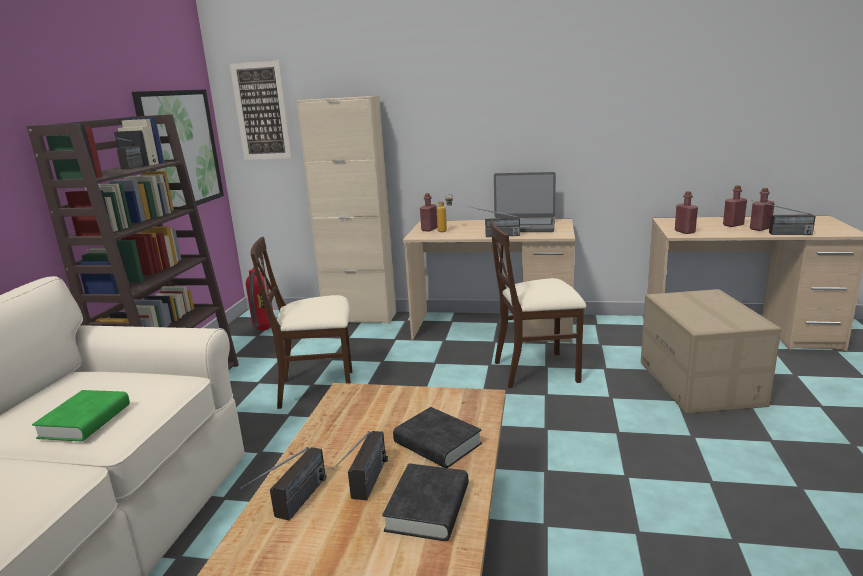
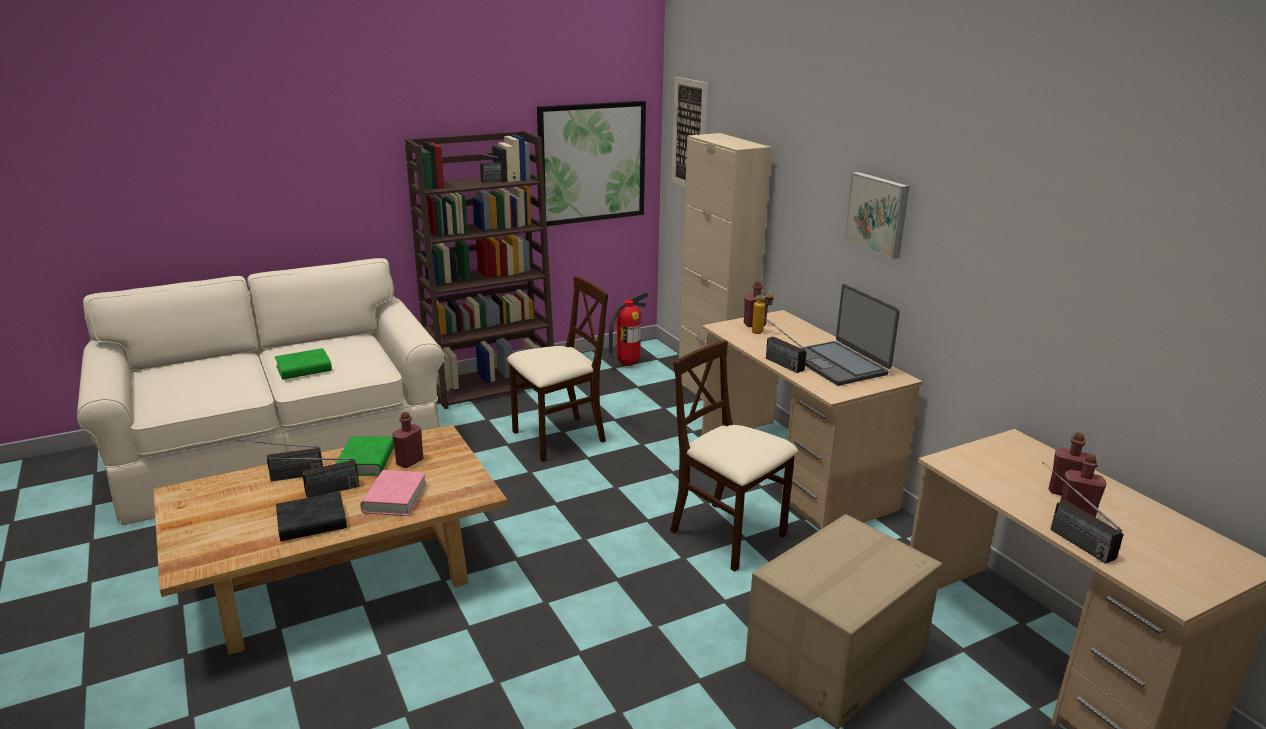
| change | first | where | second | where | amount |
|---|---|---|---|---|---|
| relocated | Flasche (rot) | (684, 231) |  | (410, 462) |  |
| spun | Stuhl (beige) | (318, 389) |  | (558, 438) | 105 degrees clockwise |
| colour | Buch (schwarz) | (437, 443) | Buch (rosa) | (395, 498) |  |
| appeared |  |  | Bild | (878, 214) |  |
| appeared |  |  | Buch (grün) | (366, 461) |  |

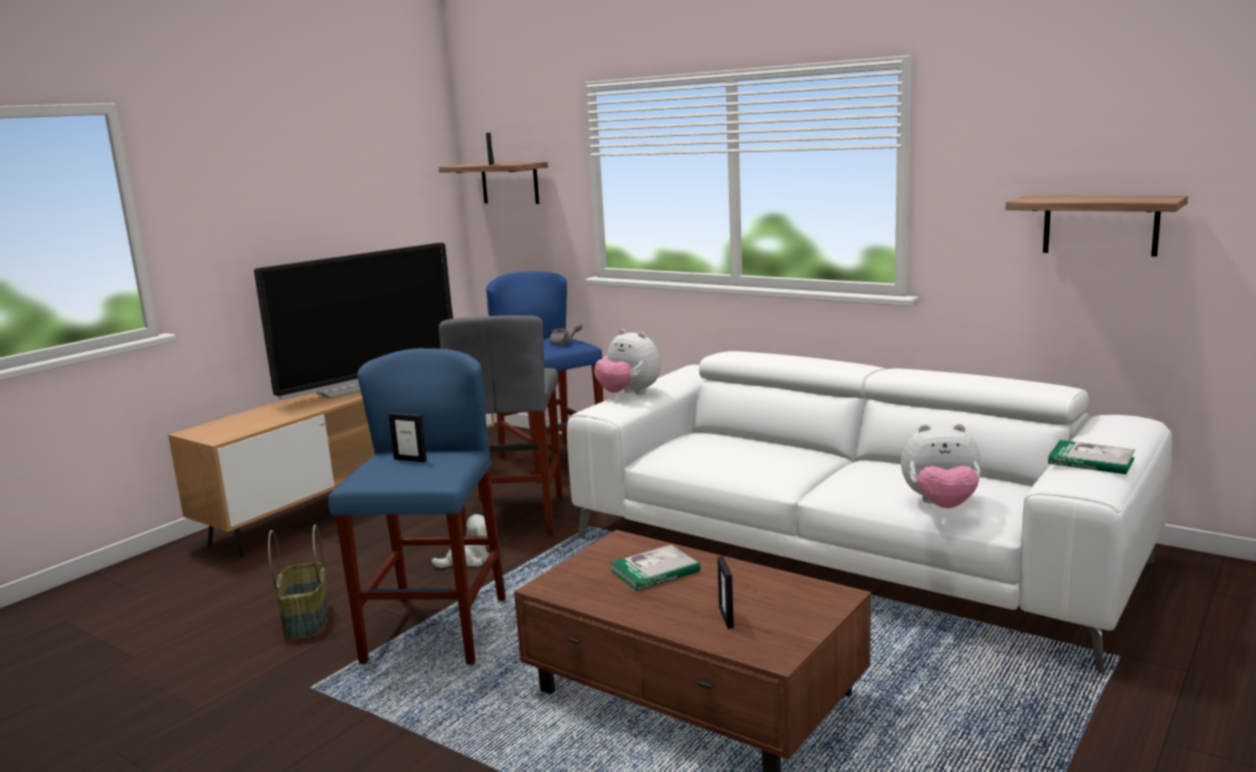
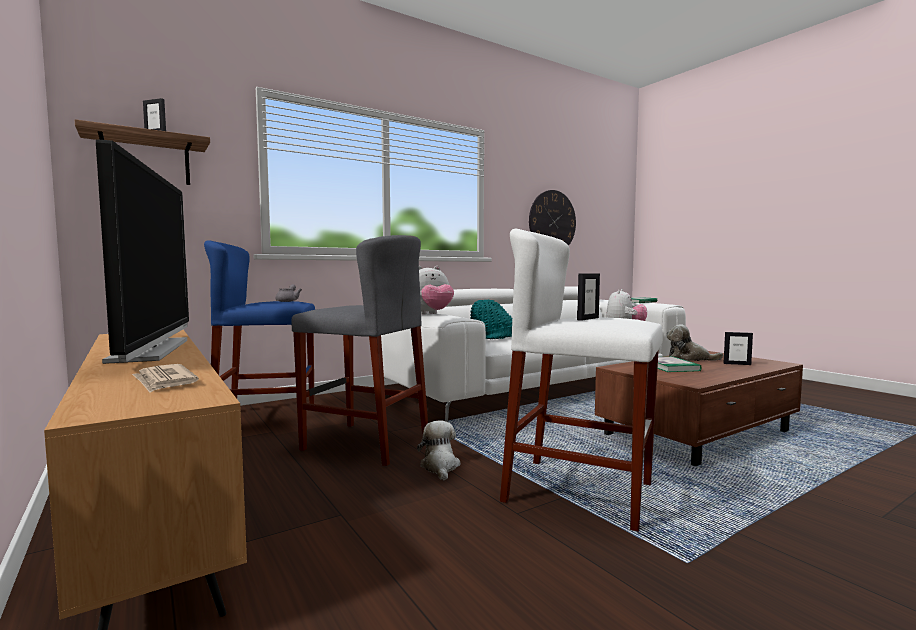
| change | first | where | second | where | amount |
|---|---|---|---|---|---|
| exchanged | Wandregal | (1100, 225) | Wanduhr | (552, 222) |  |
| colour | Hocker (blau) | (436, 630) | Hocker (weiß) | (579, 492) |  |
| missing | Korb | (305, 619) |  |  |  |
| appeared |  |  | Hut (türkis) | (491, 337) |  |
| appeared |  |  | Plüschtier | (689, 358) |  |
| appeared |  |  | Zeitung | (164, 381) |  |

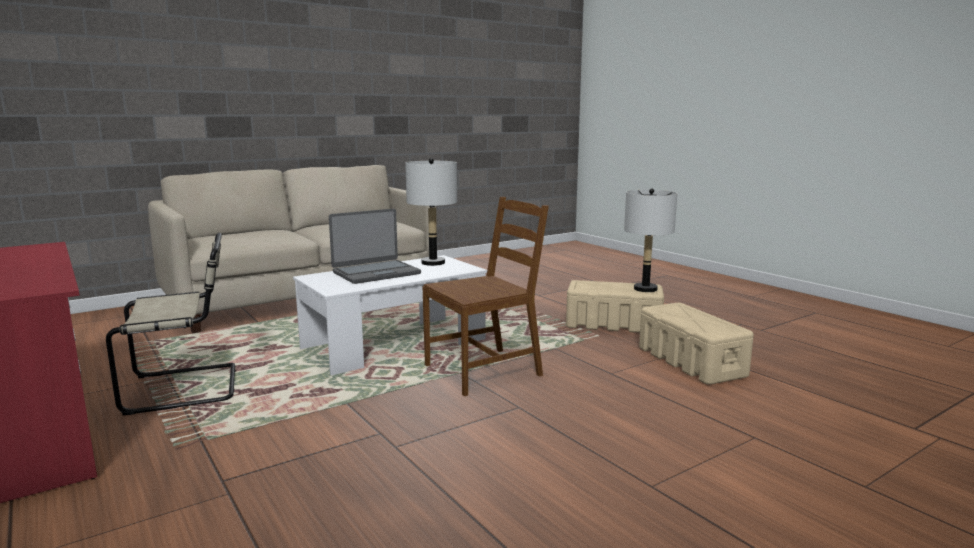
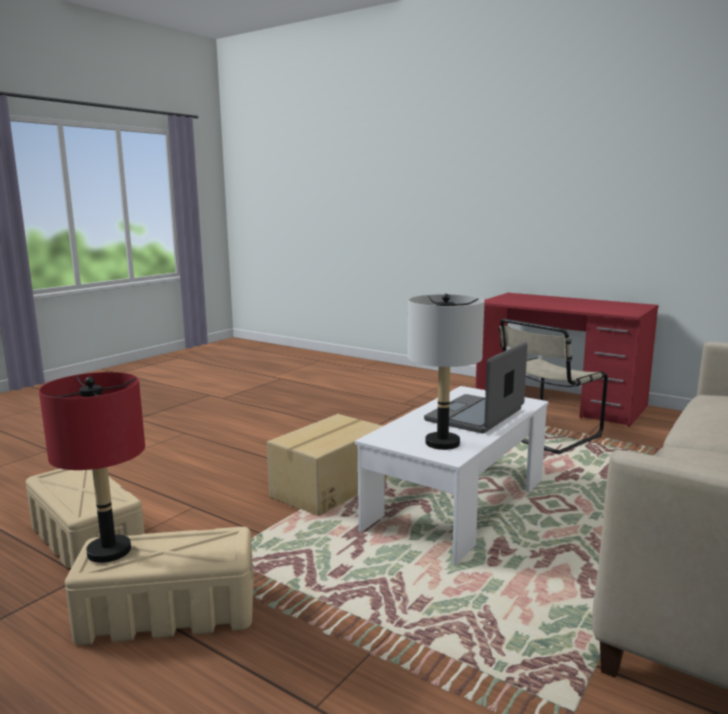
| change | first | where | second | where | amount |
|---|---|---|---|---|---|
| colour | Tischlampe (grau) | (645, 289) | Tischlampe (rot) | (108, 551) |  |
| exchanged | Stuhl (braun) | (484, 370) | Karton | (328, 488) |  |

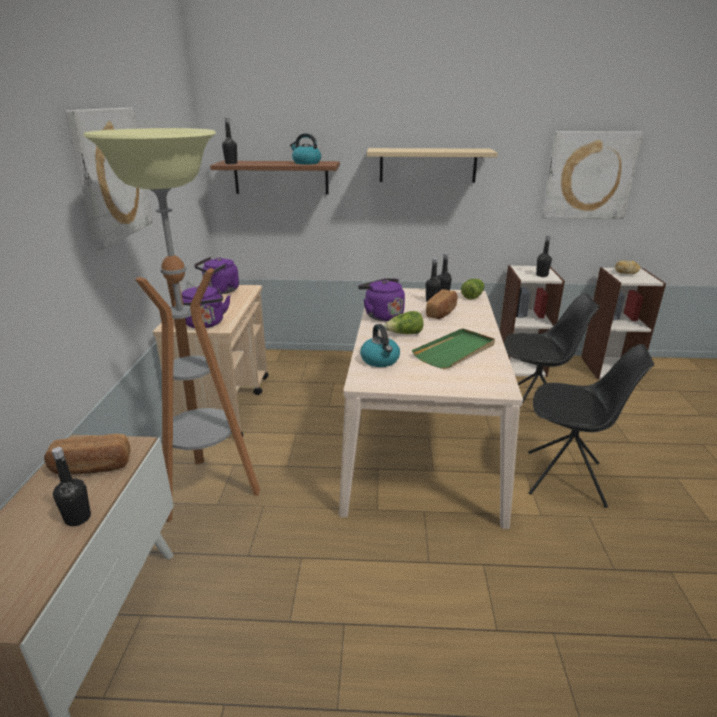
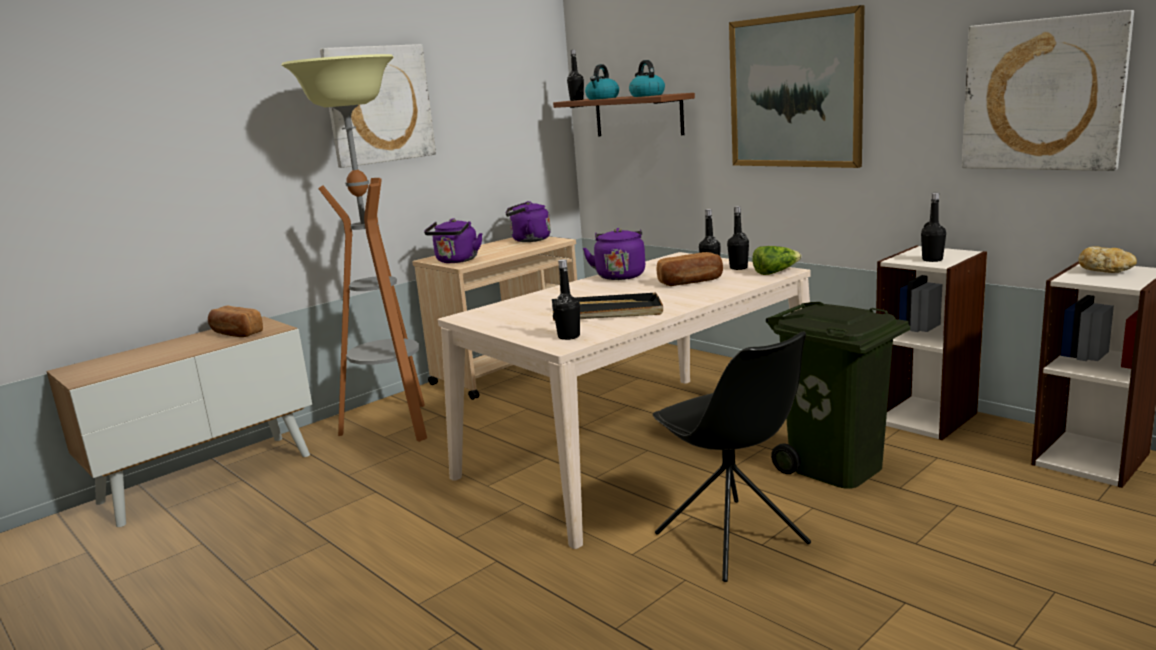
| change | first | where | second | where | amount |
|---|---|---|---|---|---|
| exchanged | Wandregal (beige) | (428, 165) | Bild | (795, 91) |  |
| exchanged | Stuhl (schwarz) | (534, 411) | Mülleimer (grün) | (834, 468) |  |
| missing | Salatkopf | (404, 334) |  |  |  |
| relocated | Wasserkessel | (380, 360) |  | (602, 98) |  |
| colour | Tablett (grün) | (455, 351) | Tablett (schwarz) | (606, 312) |  |
| relocated | Flasche (schwarz) | (78, 518) |  | (569, 336) |  |

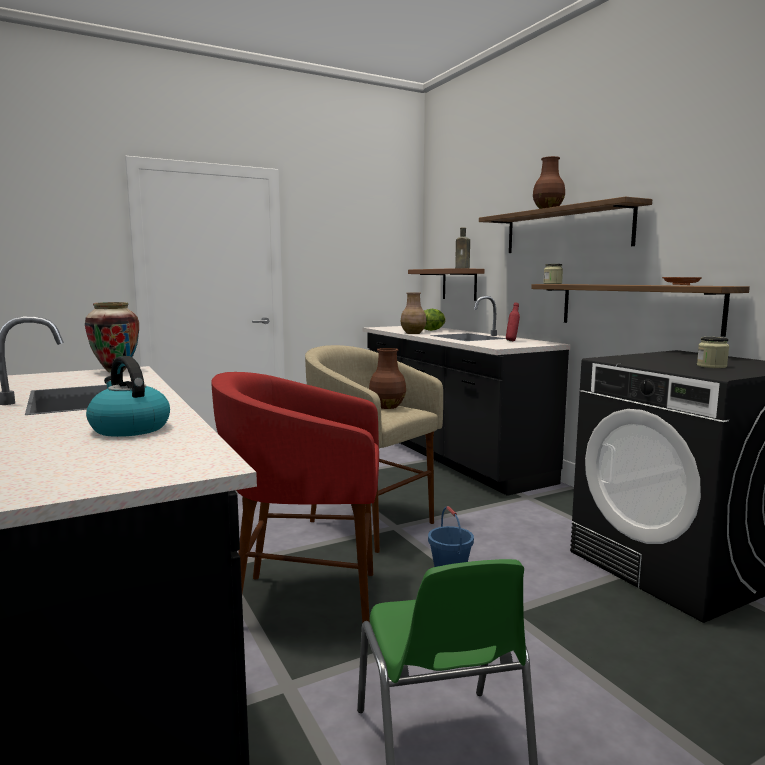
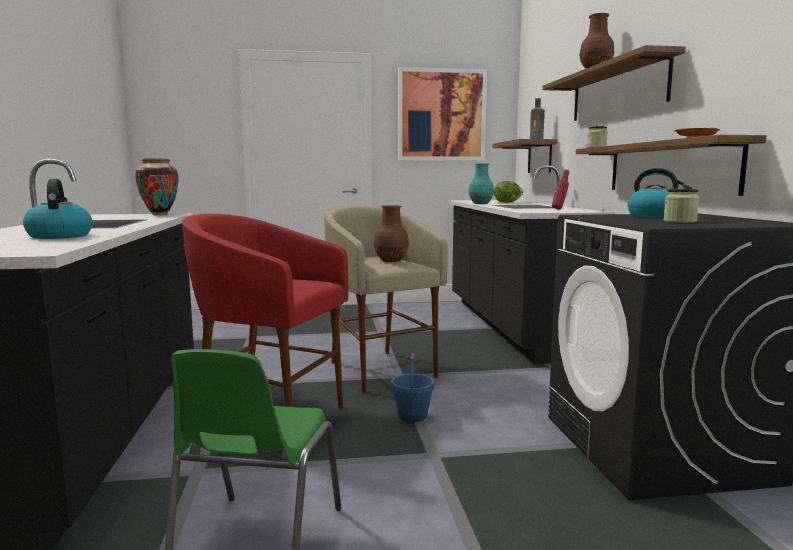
| change | first | where | second | where | amount |
|---|---|---|---|---|---|
| colour | Vase (braun) | (413, 333) | Vase (türkis) | (481, 203) |  |
| appeared |  |  | Bild | (441, 115) |  |
| appeared |  |  | Wasserkessel | (654, 216) |  |

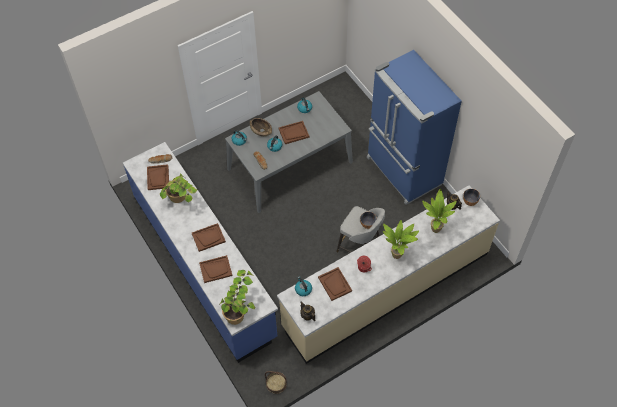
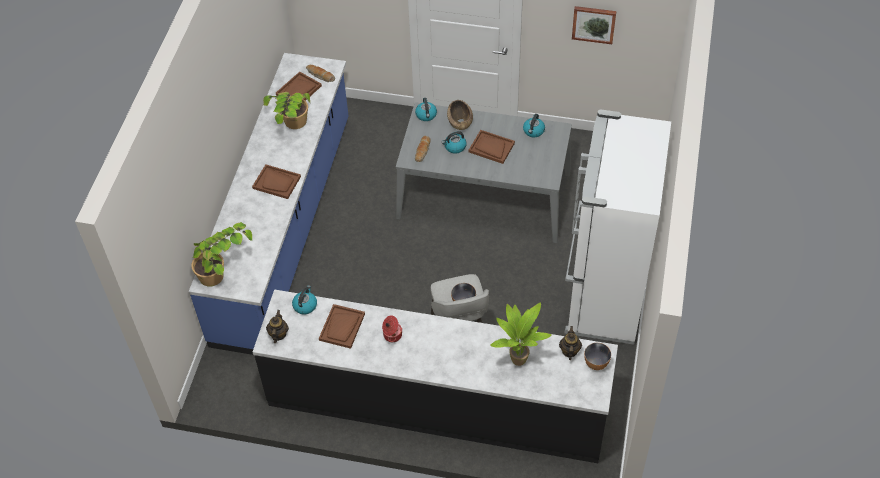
| change | first | where | second | where | amount |
|---|---|---|---|---|---|
| colour | Kühlschrank (blau) | (403, 172) | Kühlschrank (weiß) | (603, 296) |  |
| colour | Küchenzeile (beige) | (386, 289) | Küchenzeile (schwarz) | (437, 403) |  |
| missing | Topfpflanze | (398, 254) |  |  |  |
| missing | Tablett (braun) | (216, 269) |  |  |  |
| missing | Korb | (276, 384) |  |  |  |
| appeared |  |  | Bild | (594, 24) |  |

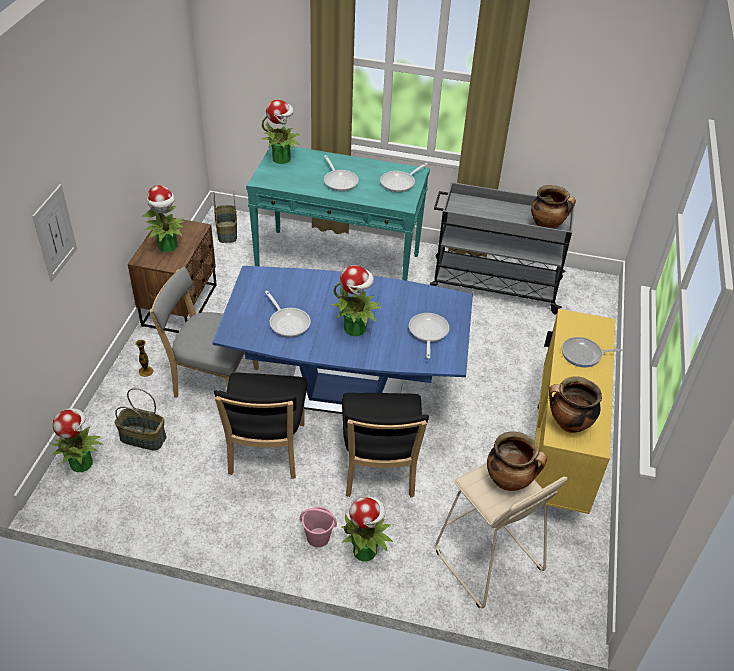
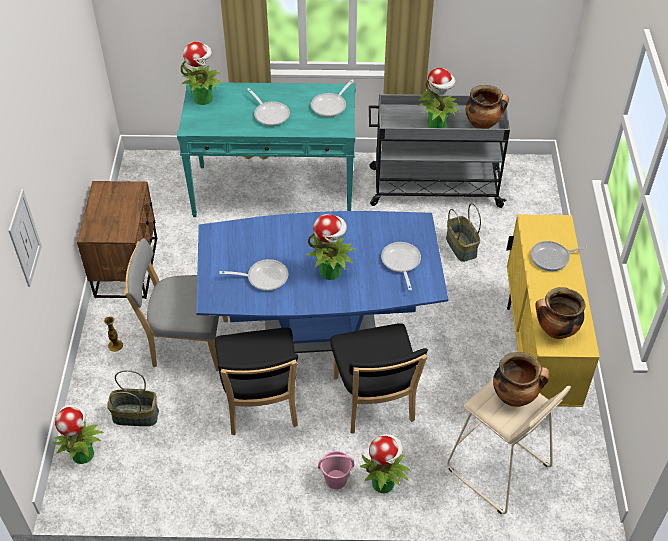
| change | first | where | second | where | amount |
|---|---|---|---|---|---|
| relocated | Topfpflanze | (168, 246) |  | (437, 124) |  |
| relocated | Korb | (227, 232) |  | (462, 247) |  |
| spun | Pfanne | (288, 322) |  | (263, 277) | 45 degrees counterclockwise |

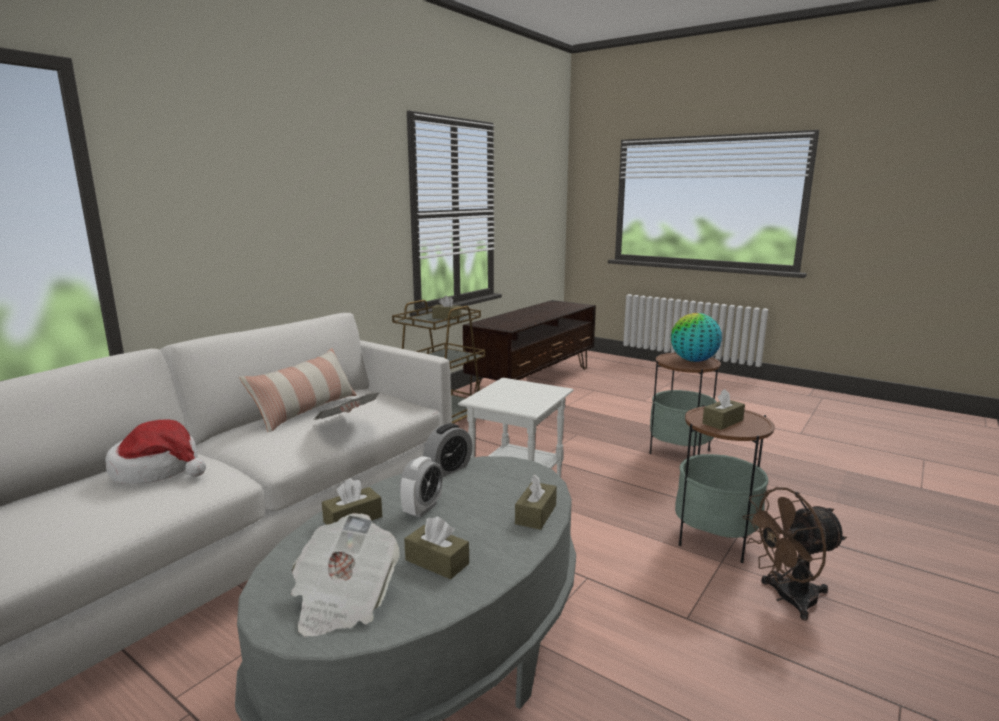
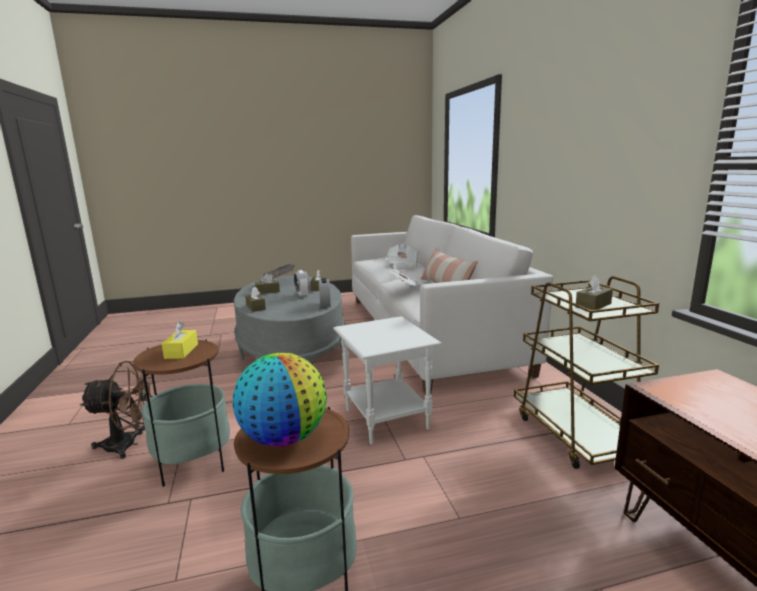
| change | first | where | second | where | amount |
|---|---|---|---|---|---|
| colour | Taschentuchbox (braun) | (722, 422) | Taschentuchbox (gelb) | (181, 351) |  |
| exchanged | Hut | (158, 469) | Zeitung | (403, 266) |  |
| spun | Ventilator (braun) | (787, 599) |  | (128, 445) | 60 degrees clockwise |

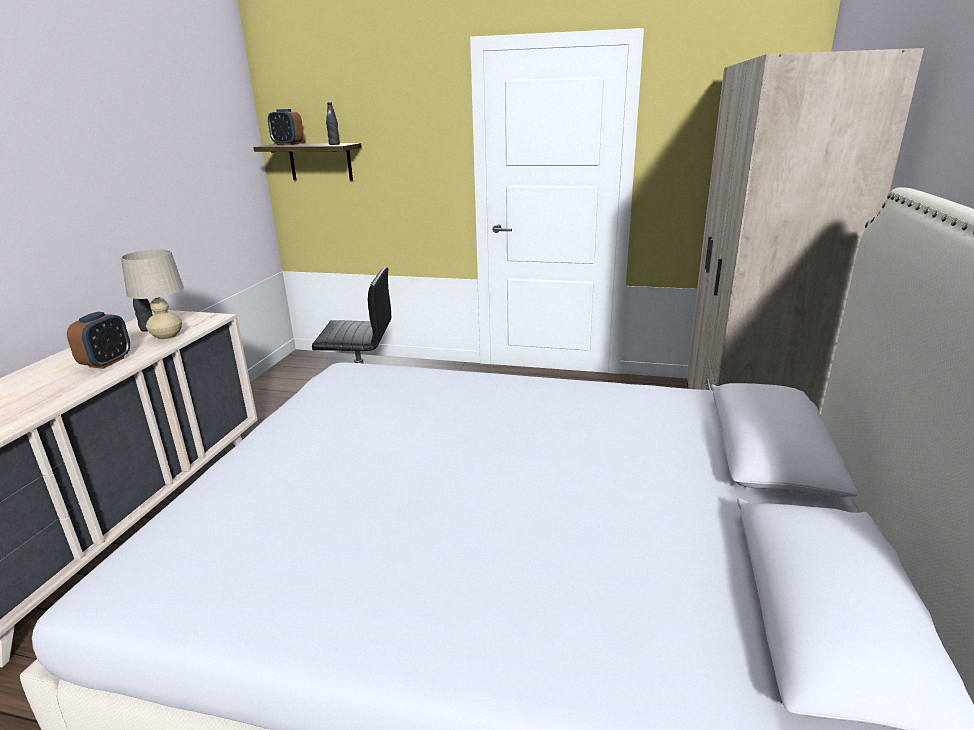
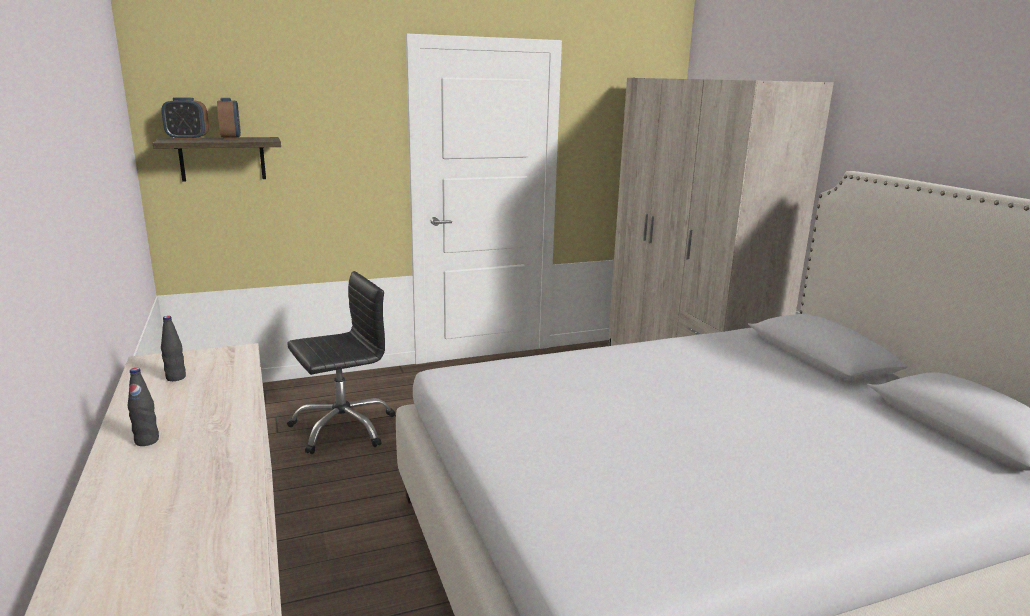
| change | first | where | second | where | amount |
|---|---|---|---|---|---|
| relocated | Flasche (schwarz) | (334, 144) |  | (147, 441) |  |
| missing | Tischlampe (beige) | (167, 337) |  |  |  |
| relocated | Wecker | (107, 362) |  | (231, 138) |  |

